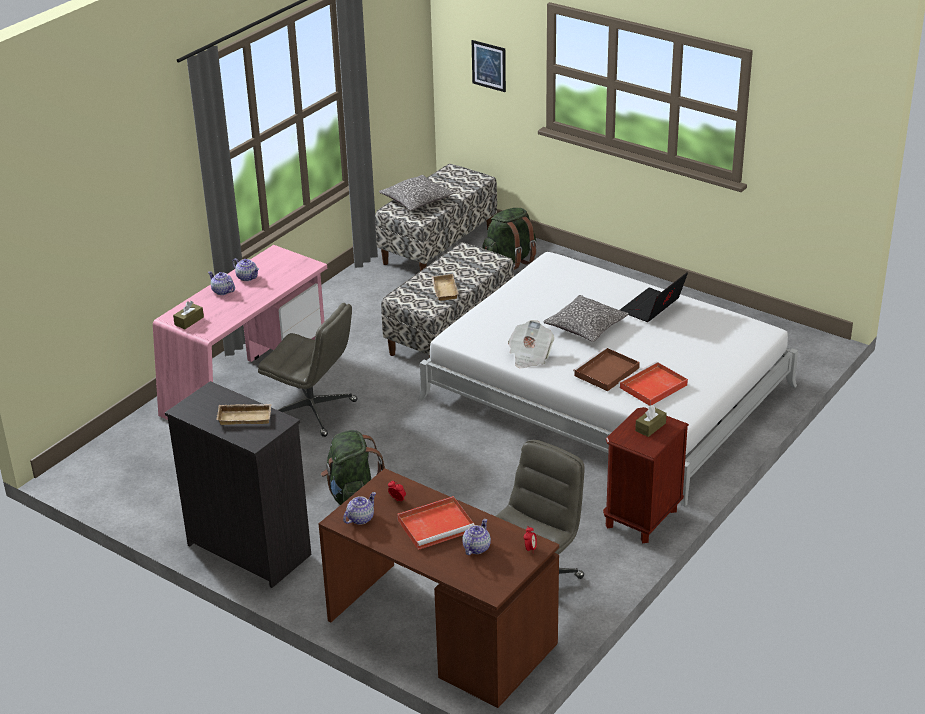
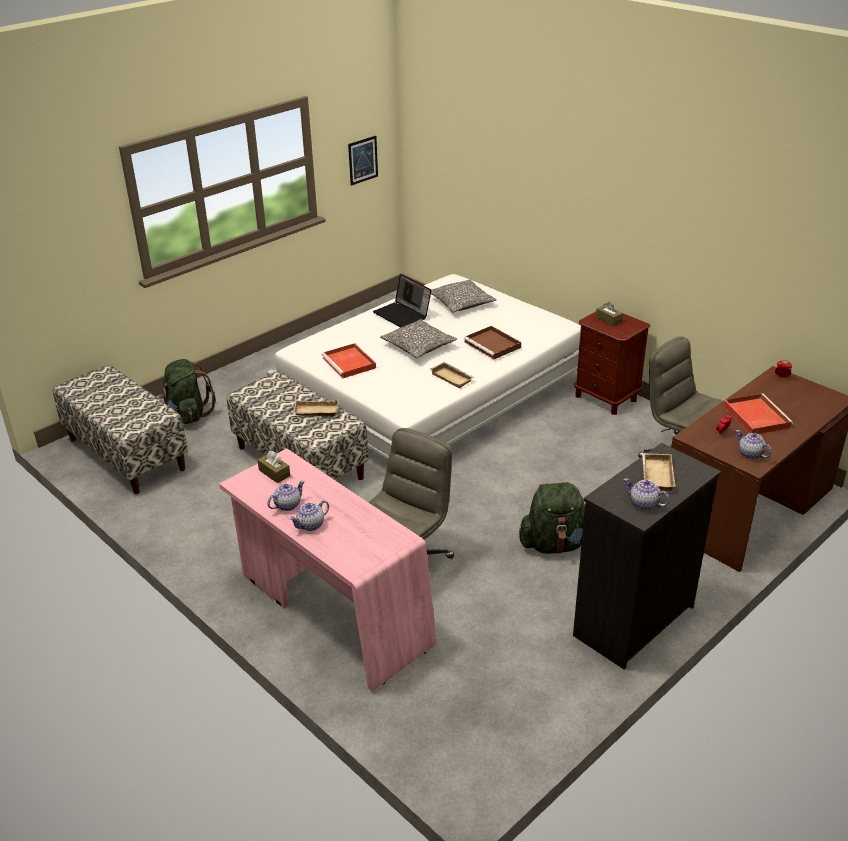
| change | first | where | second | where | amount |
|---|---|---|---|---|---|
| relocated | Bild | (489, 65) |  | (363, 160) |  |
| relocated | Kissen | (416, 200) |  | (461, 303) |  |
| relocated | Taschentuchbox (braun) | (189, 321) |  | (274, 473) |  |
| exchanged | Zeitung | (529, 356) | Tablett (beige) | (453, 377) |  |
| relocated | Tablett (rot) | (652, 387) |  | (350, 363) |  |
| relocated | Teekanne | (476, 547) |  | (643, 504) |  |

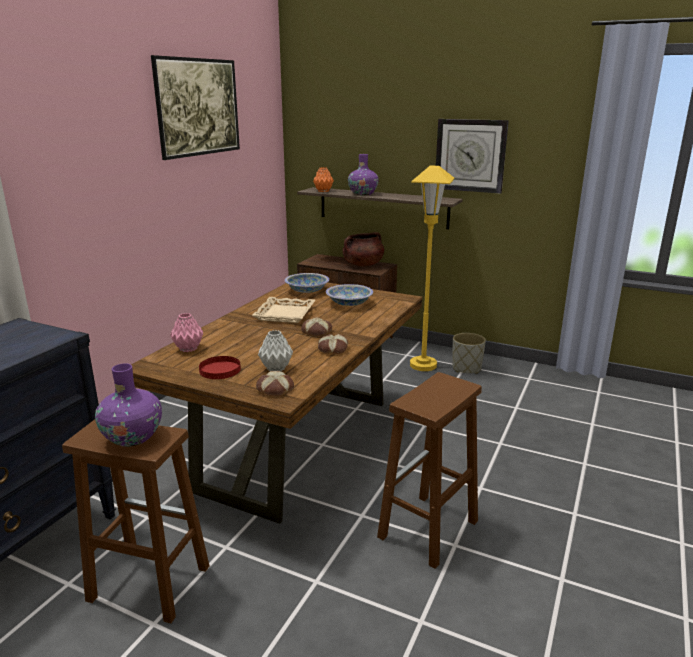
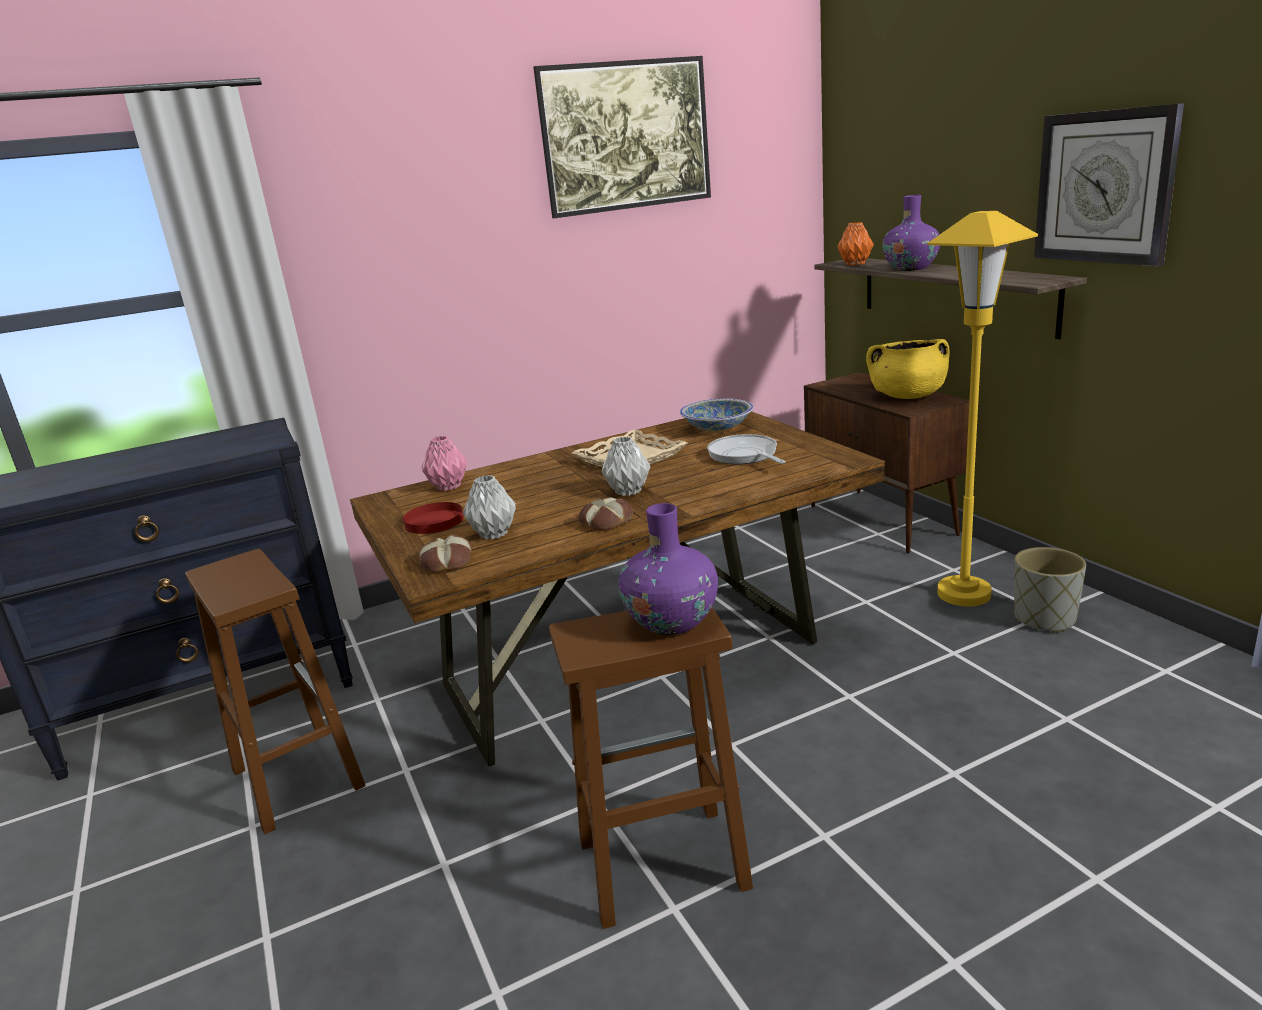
| change | first | where | second | where | amount |
|---|---|---|---|---|---|
| colour | Kochtopf (braun) | (363, 265) | Kochtopf (gelb) | (907, 396) |  |
| exchanged | Schüssel | (349, 303) | Pfanne | (745, 456) |  |
| exchanged | Brot | (317, 331) | Vase (grau) | (628, 492) |  |
| relocated | Vase (lila) | (133, 437) |  | (671, 621) |  |

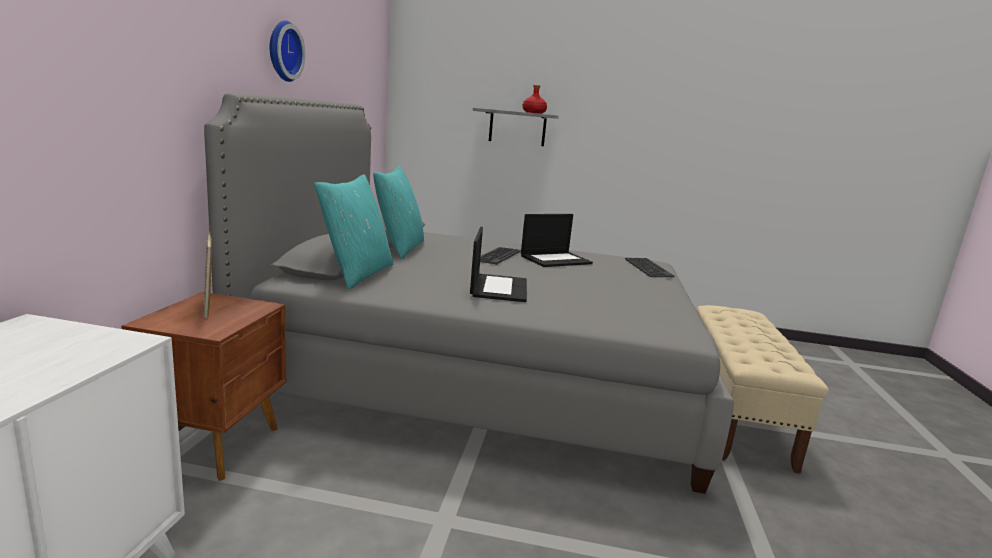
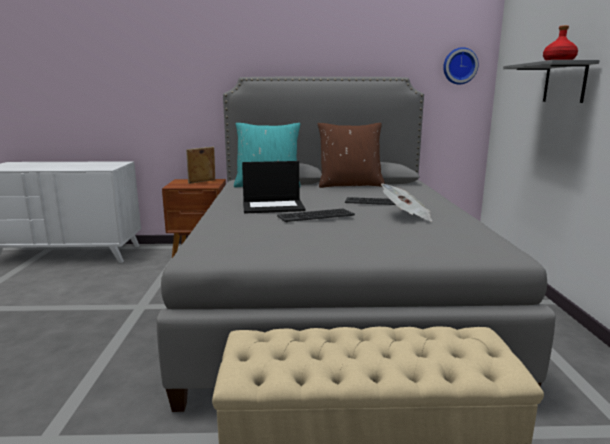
| change | first | where | second | where | amount |
|---|---|---|---|---|---|
| relocated | Wanduhr | (282, 51) |  | (459, 66) |  |
| colour | Kissen (türkis) | (399, 248) | Kissen (braun) | (350, 185) |  |
| exchanged | Laptop | (556, 259) | Zeitung | (406, 216) |  |
| relocated | Tastatur | (647, 268) |  | (315, 216) |  |

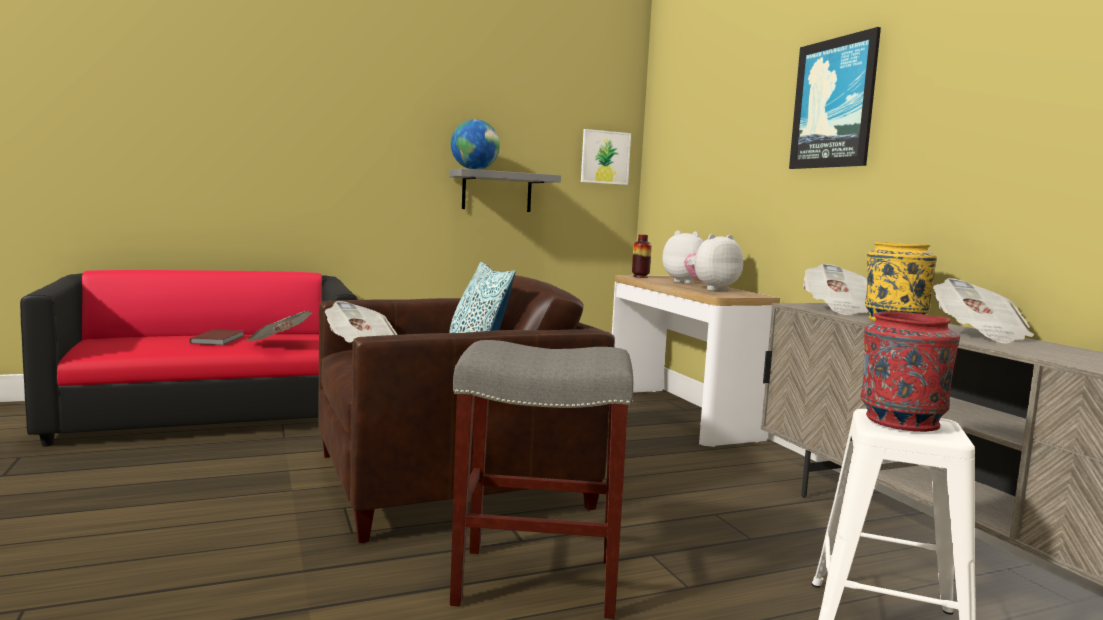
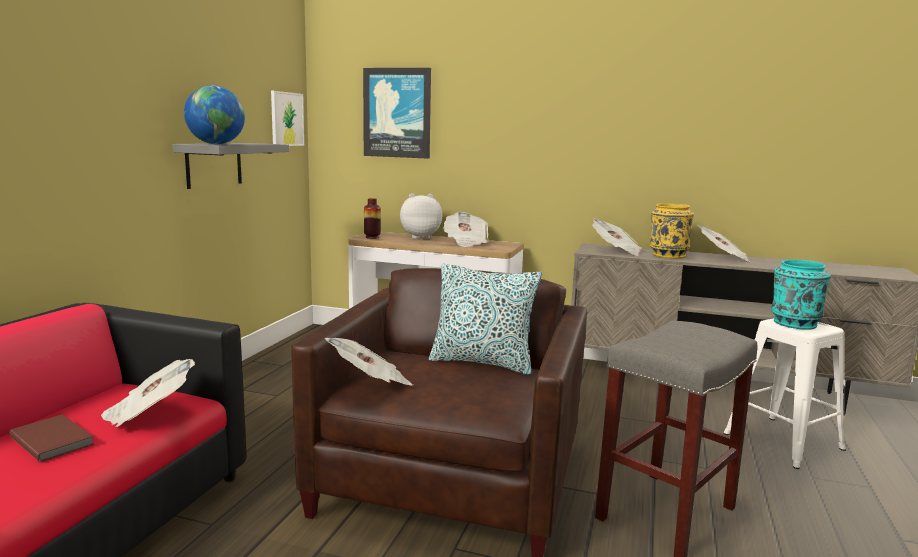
| change | first | where | second | where | amount |
|---|---|---|---|---|---|
| relocated | Bild | (834, 103) |  | (397, 113) |  |
| exchanged | Plüschtier | (711, 289) | Zeitung | (465, 242) |  |
| colour | Vase (rot) | (900, 421) | Vase (türkis) | (794, 324) |  |

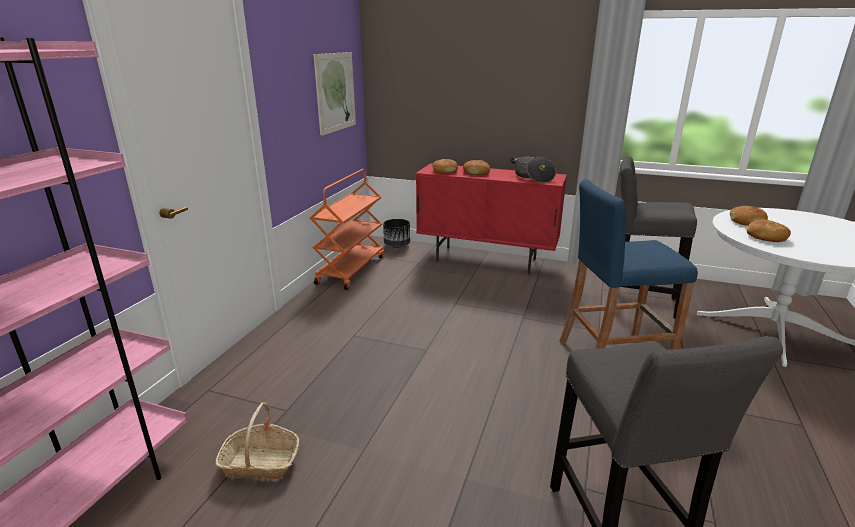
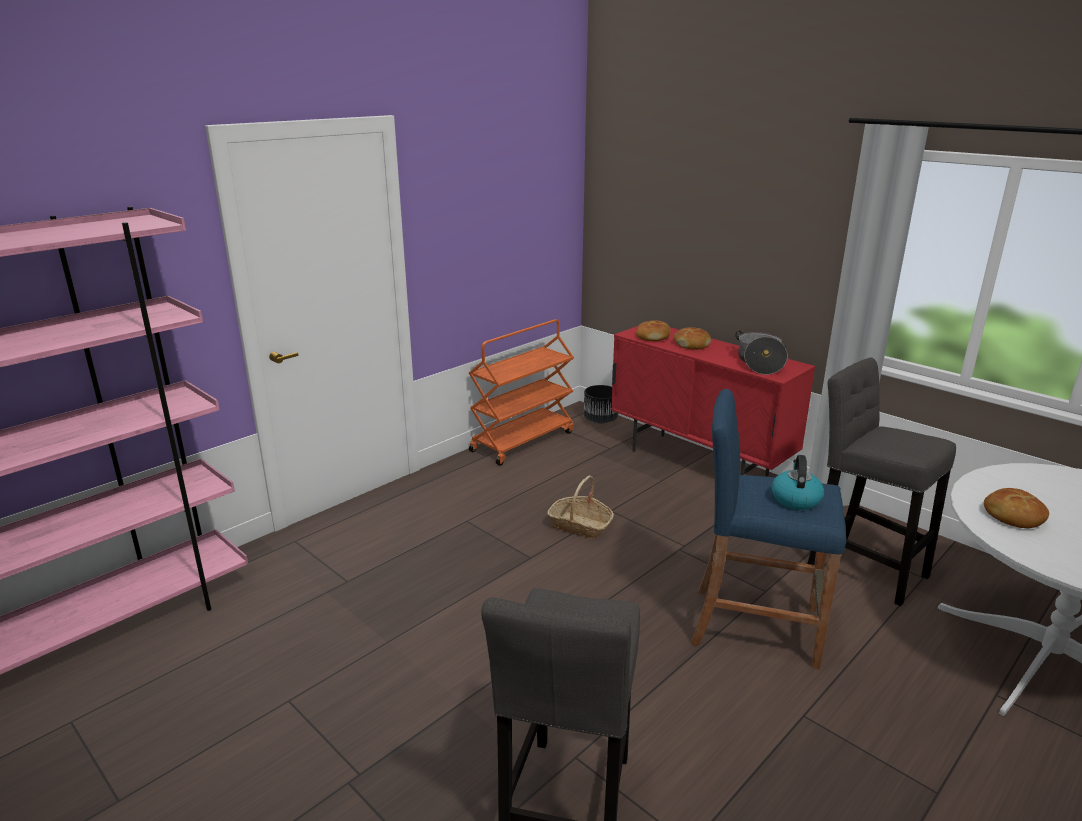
| change | first | where | second | where | amount |
|---|---|---|---|---|---|
| missing | Bild | (335, 92) |  |  |  |
| missing | Brot | (747, 221) |  |  |  |
| relocated | Korb | (261, 463) |  | (580, 525) |  |
| appeared |  |  | Wasserkessel | (795, 499) |  |

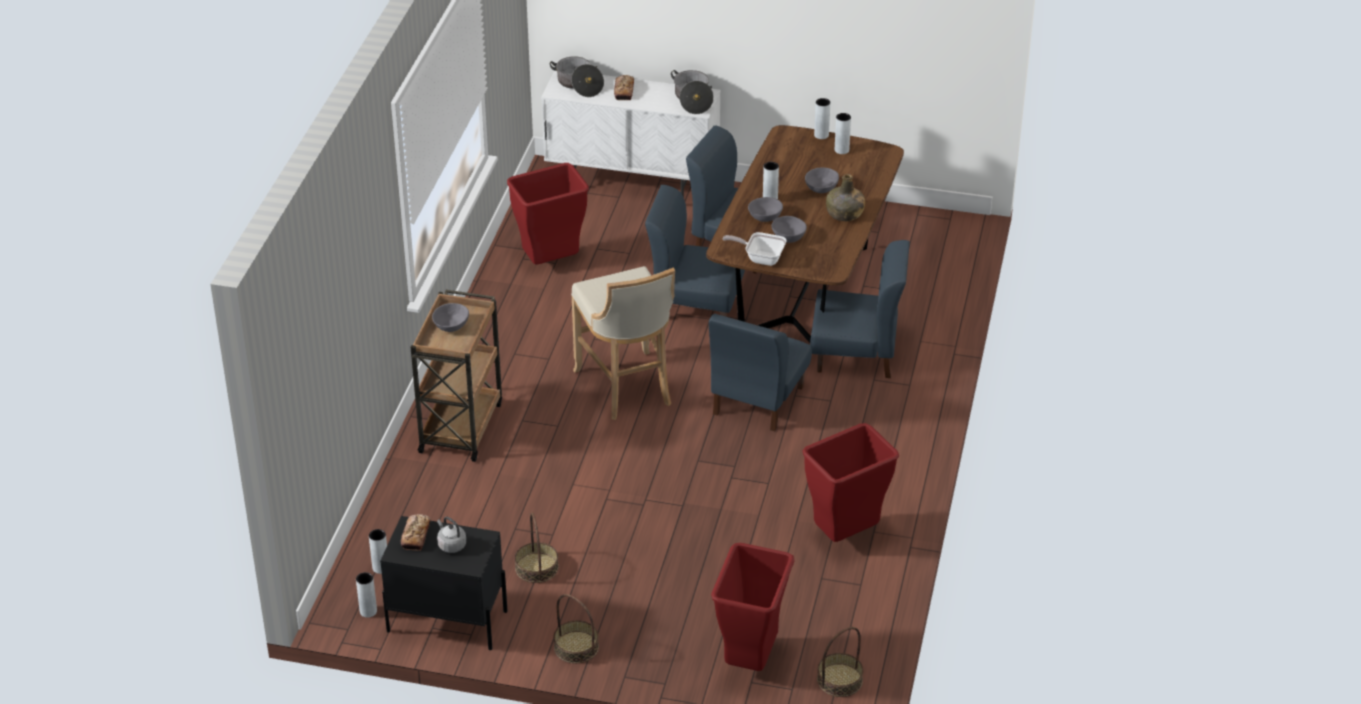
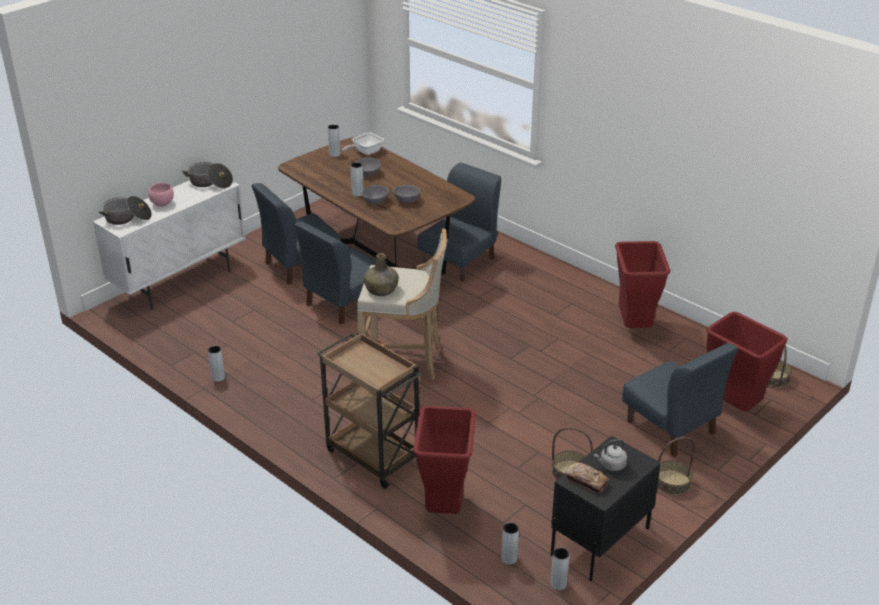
| change | first | where | second | where | amount |
|---|---|---|---|---|---|
| exchanged | Brot | (624, 91) | Schüssel (rosa) | (161, 204) |  |
| relocated | Vase (grau) | (821, 135) |  | (218, 377) |  |
| relocated | Mülleimer (rot) | (551, 262) |  | (444, 507) |  |
| relocated | Flasche (grün) | (844, 214) |  | (381, 289) |  |
| relocated | Pfanne | (760, 258) |  | (365, 152) |  |
| missing | Schüssel (grau) | (451, 326) |  |  |  |
| relocated | Stuhl (blau) | (757, 401) |  | (671, 428) |  |

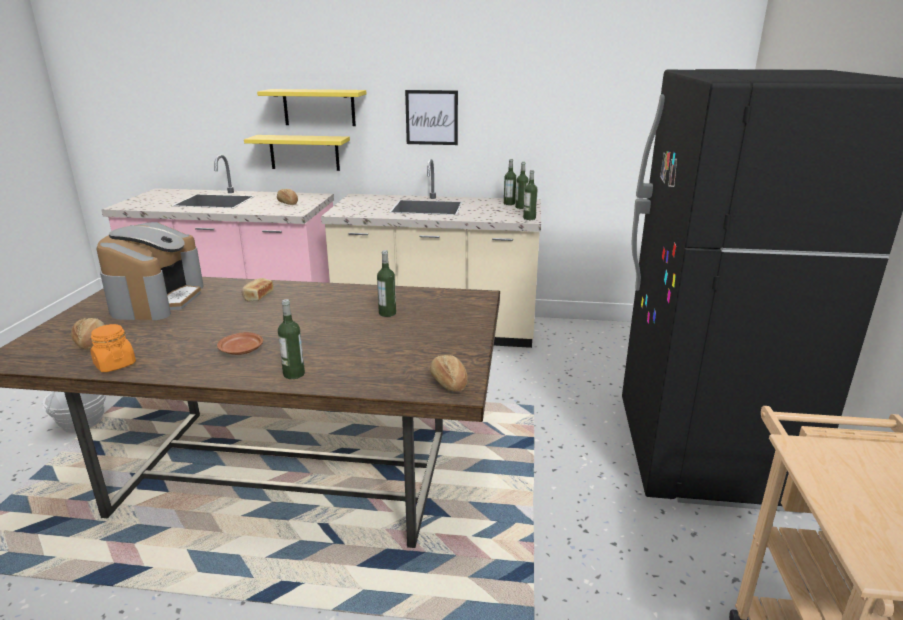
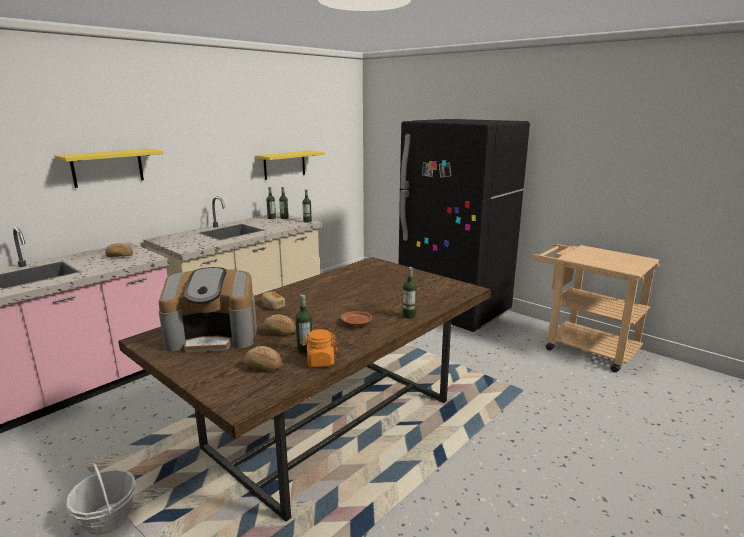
| change | first | where | second | where | amount |
|---|---|---|---|---|---|
| missing | Bild | (431, 117) |  |  |  |
| relocated | Wandregal (gelb) | (304, 152) |  | (284, 165) |  |
| spun | Kaffeemaschine | (157, 299) |  | (213, 336) | 135 degrees clockwise |
| relocated | Flasche | (387, 313) |  | (305, 350) |  |
| relocated | Brot | (448, 383) |  | (279, 332) |  |

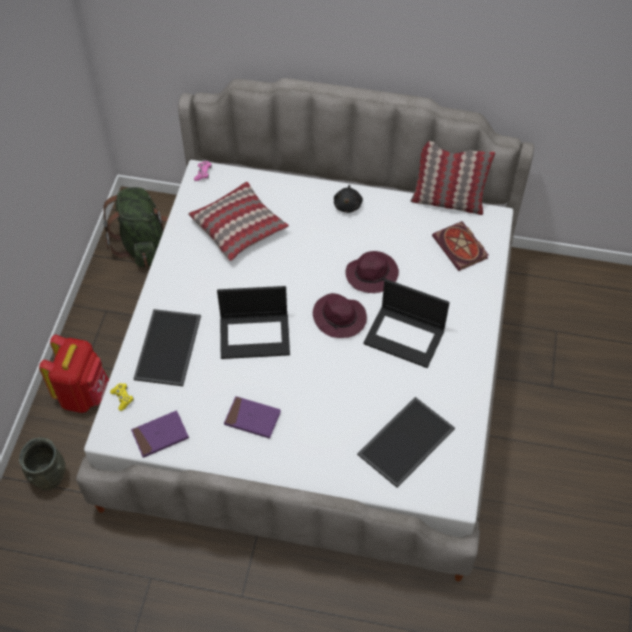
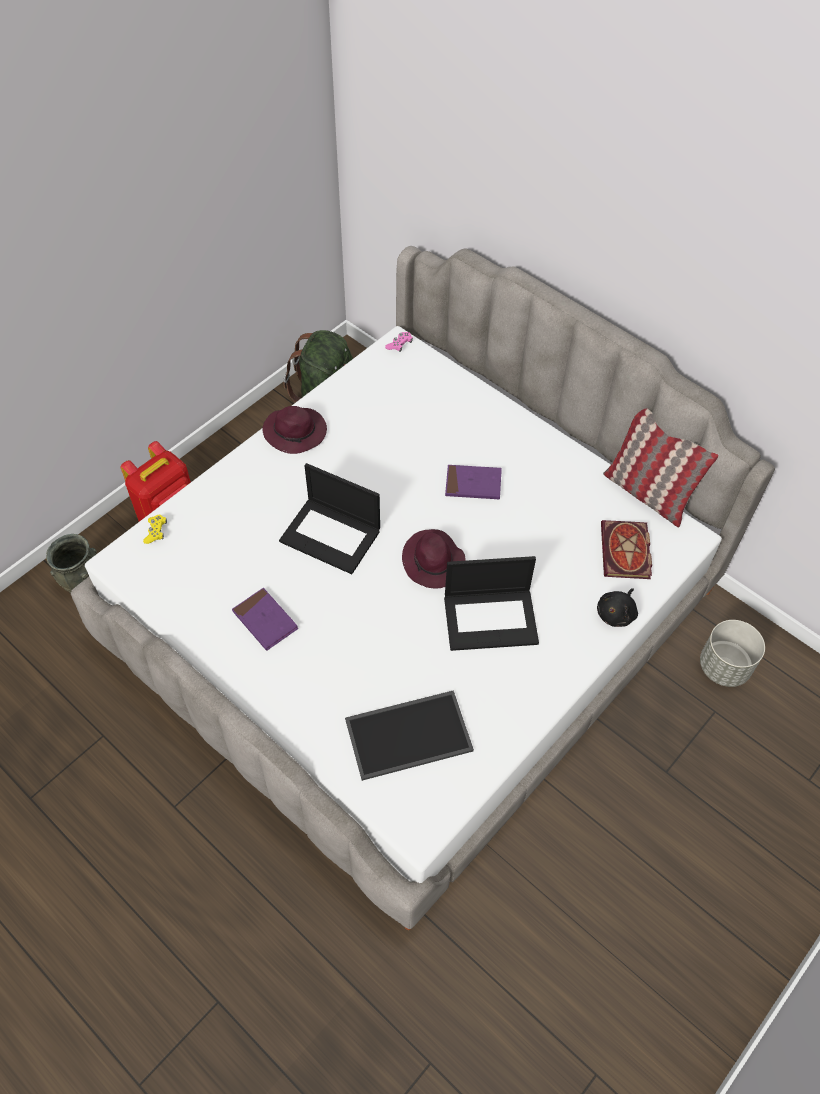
| change | first | where | second | where | amount |
|---|---|---|---|---|---|
| missing | Kissen | (239, 227) |  |  |  |
| relocated | Plüschtier (schwarz) | (347, 205) |  | (616, 613) |  |
| relocated | Hut (lila) | (372, 274) |  | (296, 432) |  |
| spun | Laptop | (405, 336) |  | (491, 618) | 60 degrees counterclockwise |
| missing | Tablett | (169, 348) |  |  |  |
| relocated | Buch (lila) | (160, 435) |  | (473, 484) |  |
| appeared |  |  | Pflanzkübel (grau) | (724, 667) |  |

